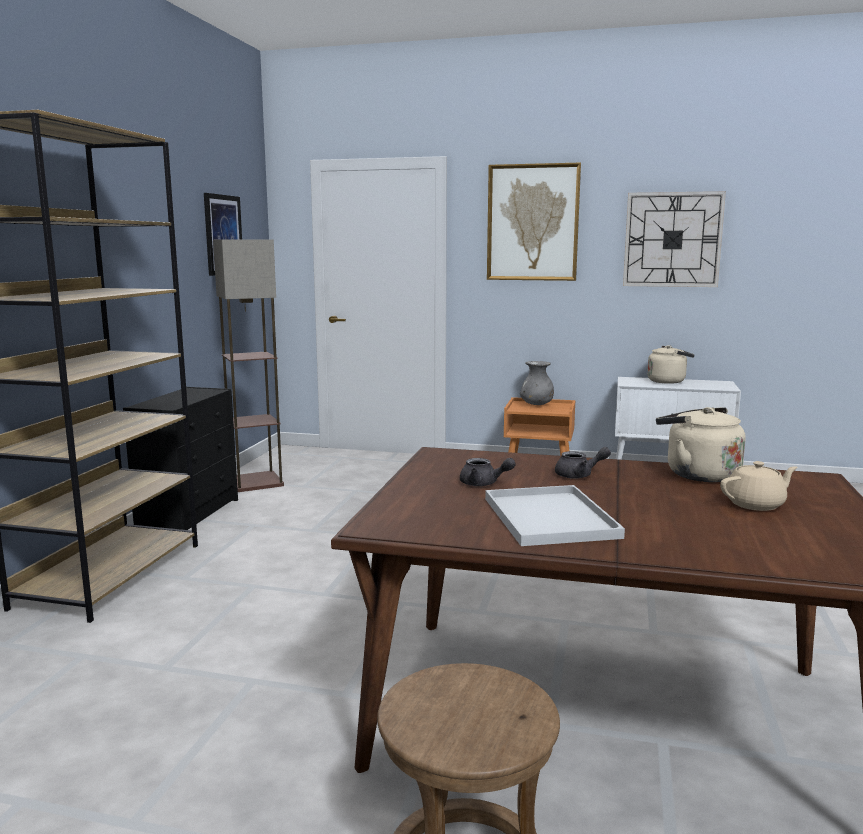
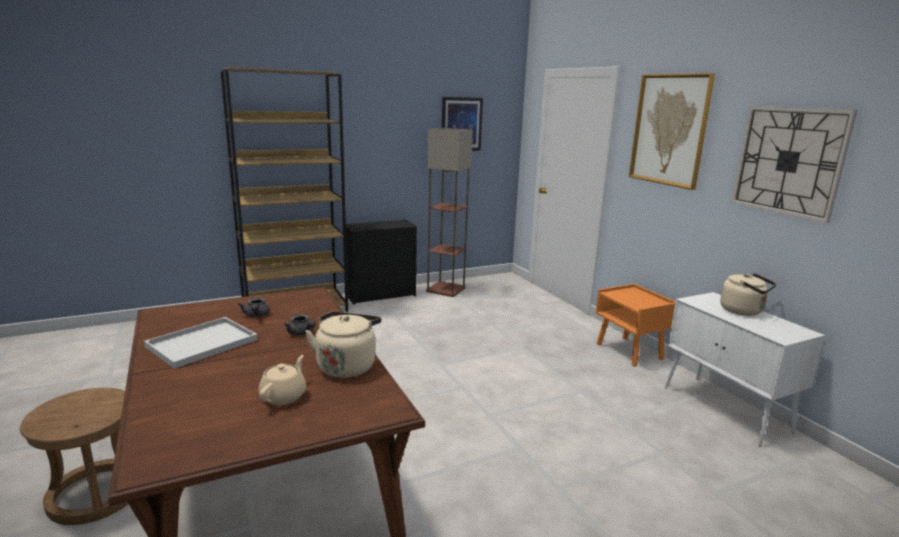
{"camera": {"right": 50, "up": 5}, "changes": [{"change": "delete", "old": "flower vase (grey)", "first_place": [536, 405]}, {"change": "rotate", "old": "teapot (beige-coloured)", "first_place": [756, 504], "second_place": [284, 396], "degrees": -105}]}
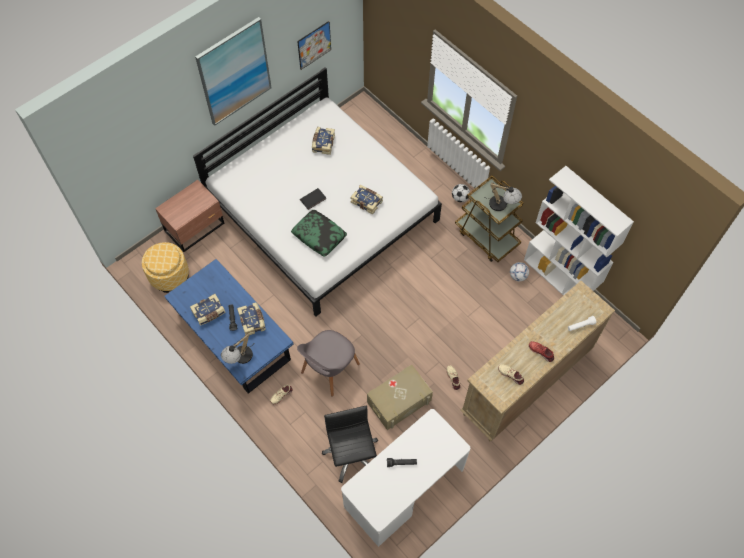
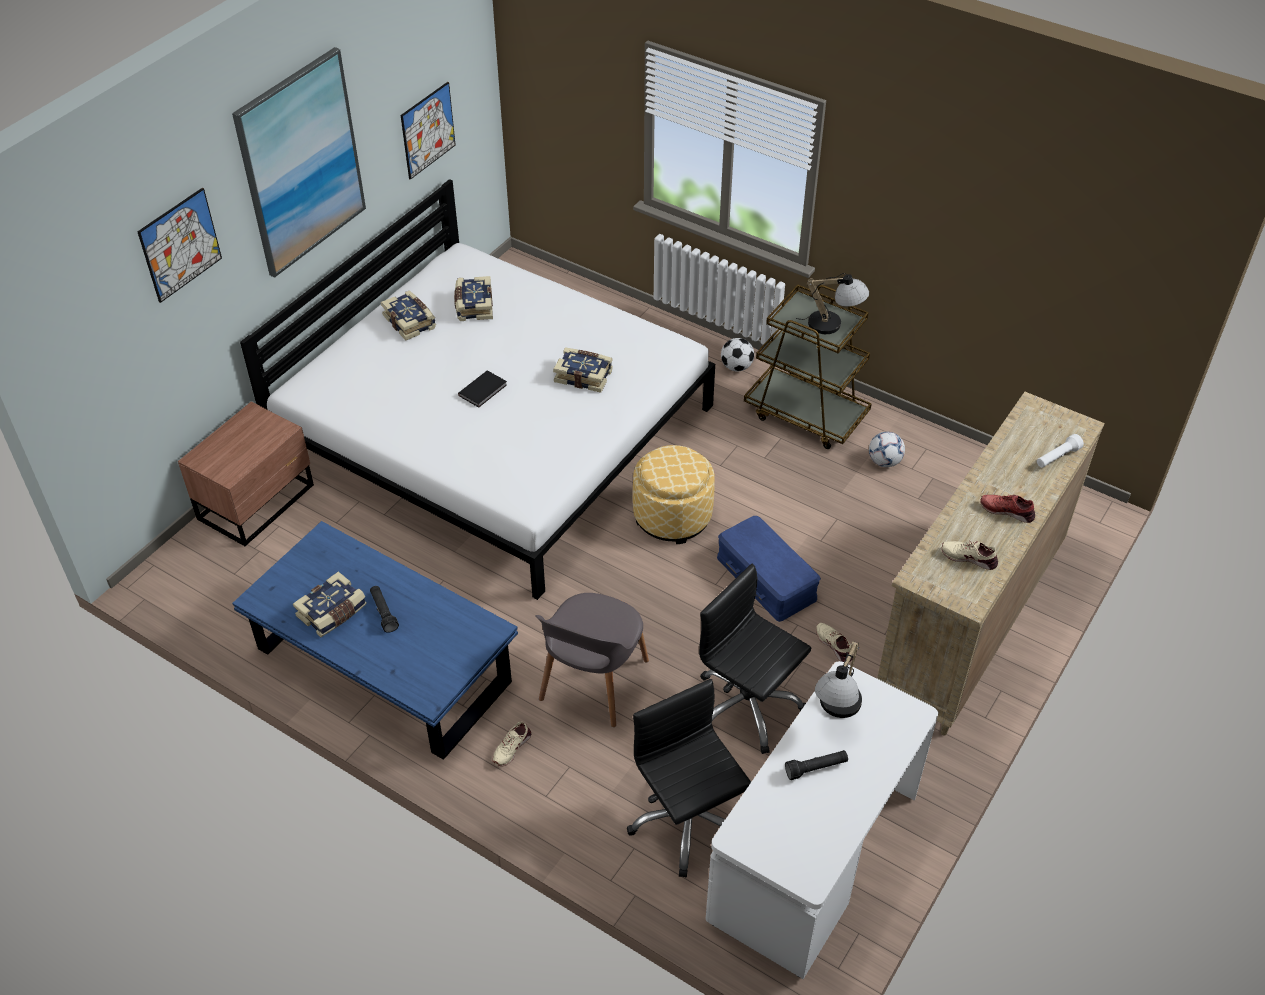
{"camera": {"right": -15, "up": -15}, "changes": [{"change": "move", "old": "pouffe", "first_place": [169, 275], "second_place": [672, 516]}, {"change": "move", "old": "table lamp", "first_place": [239, 359], "second_place": [837, 710]}, {"change": "move", "old": "bound book", "first_place": [252, 321], "second_place": [410, 322]}, {"change": "delete", "old": "throw pillow", "first_place": [319, 235]}, {"change": "replace", "old": "storage container (beige-coloured)", "new": "computer chair (black-coloured)", "first_place": [399, 401], "second_place": [747, 706]}, {"change": "delete", "old": "shelving unit (whitish)", "first_place": [559, 278]}, {"change": "insert", "new": "wall art", "second_place": [180, 245]}, {"change": "insert", "new": "storage container (bluish)", "second_place": [765, 578]}]}
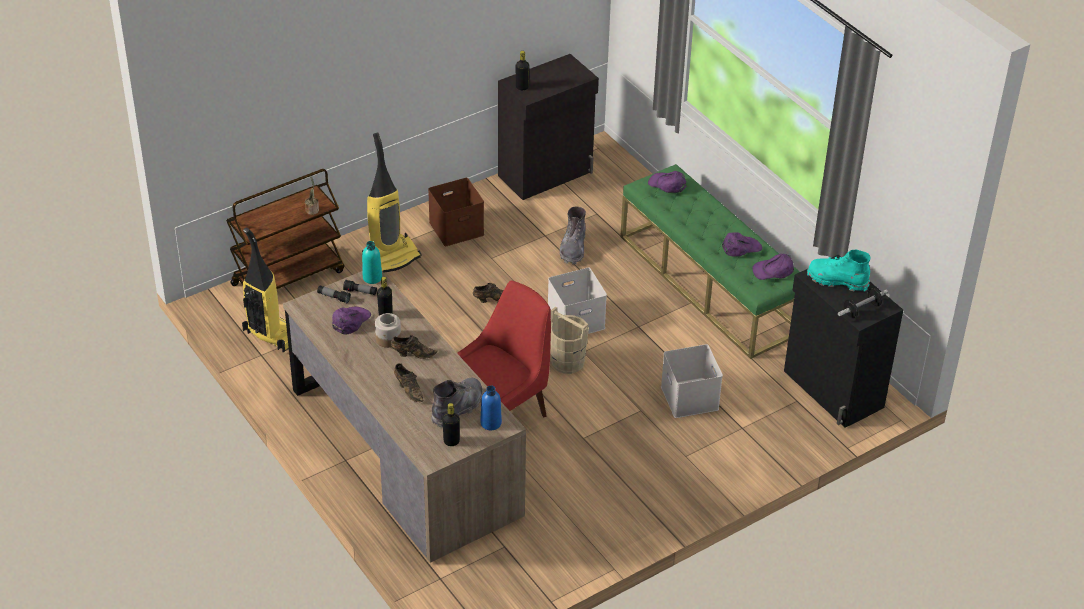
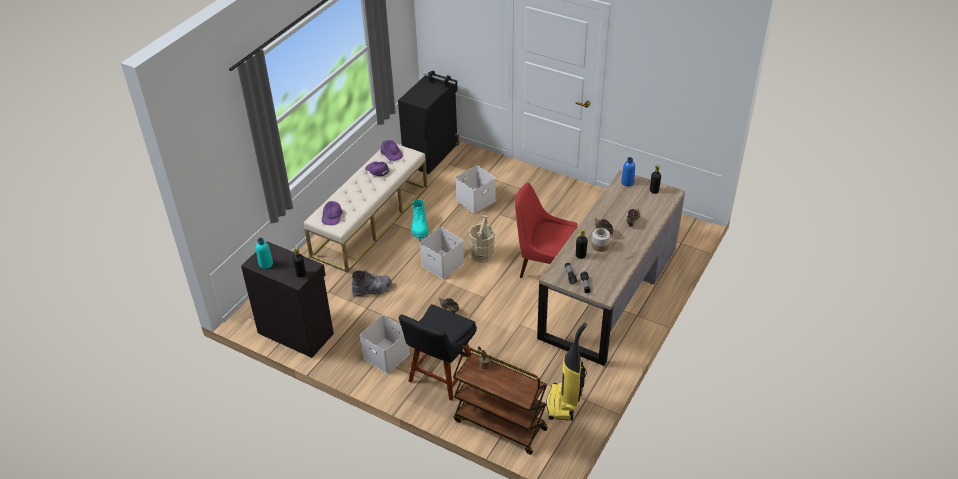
{"camera": {"right": -115, "up": 0}, "changes": [{"change": "delete", "old": "baseball cap (purple-coloured)", "first_place": [350, 321]}, {"change": "replace", "old": "vacuum cleaner", "new": "chair (black-coloured)", "first_place": [391, 257], "second_place": [440, 377]}, {"change": "move", "old": "beverage bottle (turquoise)", "first_place": [372, 278], "second_place": [266, 264]}, {"change": "recolor", "old": "storage container (brown)", "new": "storage container (whitish)", "first_place": [457, 227], "second_place": [385, 356]}, {"change": "delete", "old": "high-top boot (grey)", "first_place": [458, 408]}, {"change": "recolor", "old": "bench (green-coloured)", "new": "bench (beige-coloured)", "first_place": [710, 284], "second_place": [370, 221]}, {"change": "move", "old": "high-top boot (turquoise)", "first_place": [837, 280], "second_place": [420, 228]}]}
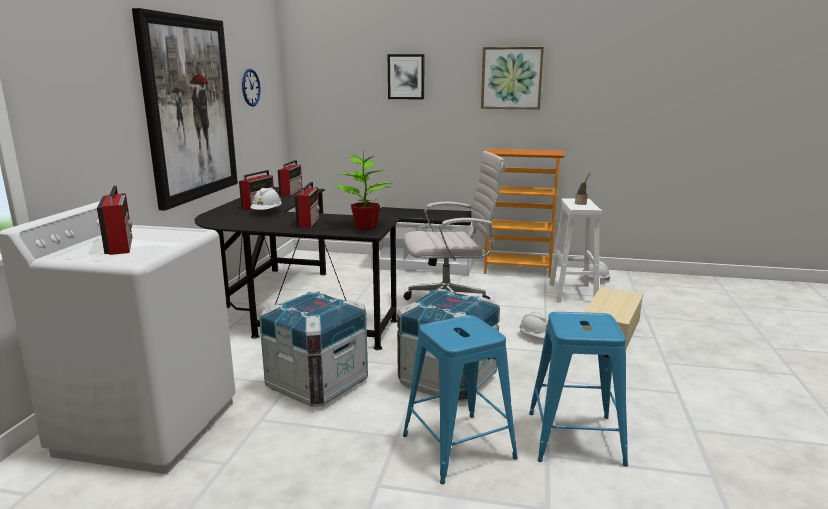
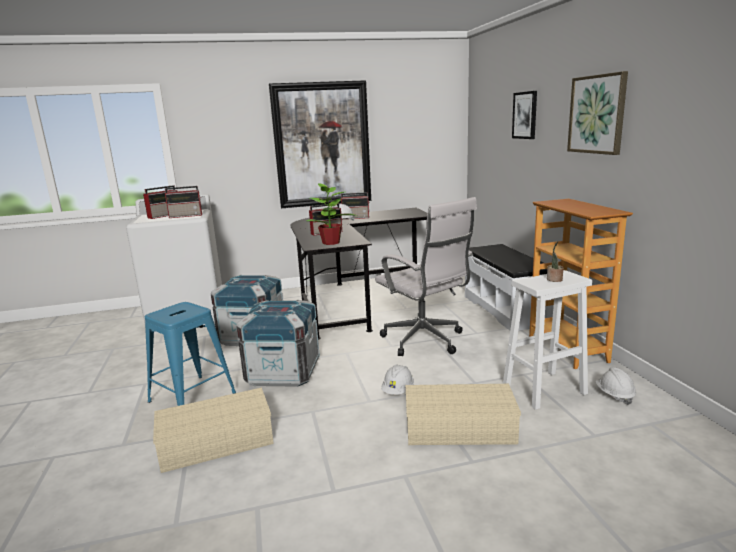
{"camera": {"right": 65, "up": 0}, "changes": [{"change": "delete", "old": "wall clock", "first_place": [250, 87]}, {"change": "move", "old": "radio set", "first_place": [291, 192], "second_place": [186, 216]}, {"change": "replace", "old": "stool (bluish)", "new": "storage container (beige-coloured)", "first_place": [575, 438], "second_place": [218, 441]}]}
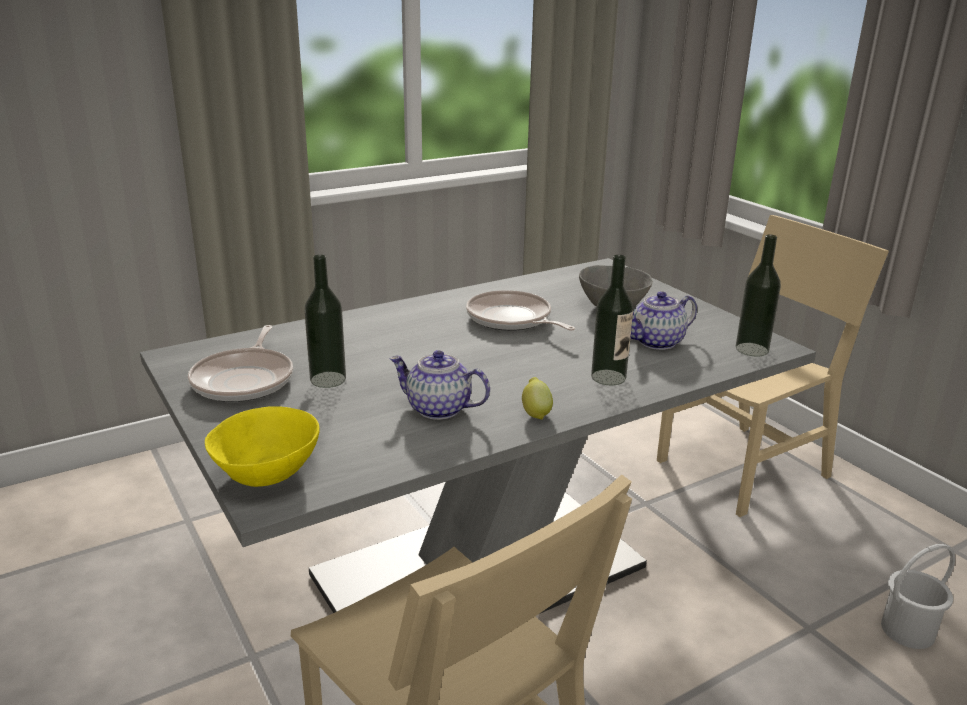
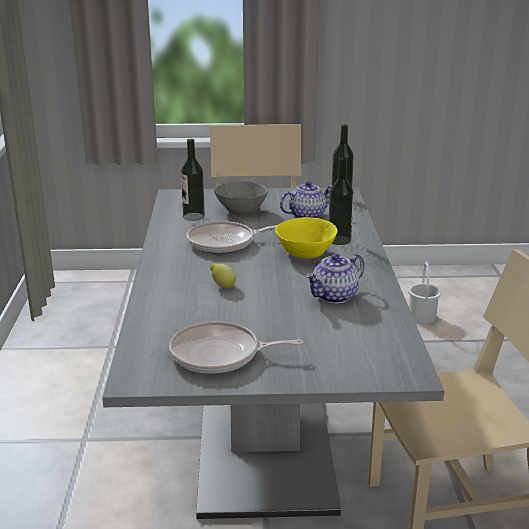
{"camera": {"right": -60, "up": 0}, "changes": [{"change": "rotate", "old": "pan", "first_place": [245, 380], "second_place": [220, 355], "degrees": 150}, {"change": "move", "old": "serving bowl (yellow)", "first_place": [267, 472], "second_place": [304, 253]}, {"change": "move", "old": "beverage bottle", "first_place": [328, 379], "second_place": [193, 216]}, {"change": "move", "old": "whole lemon", "first_place": [536, 413], "second_place": [222, 286]}, {"change": "rotate", "old": "teapot", "first_place": [657, 342], "second_place": [307, 215], "degrees": -120}]}
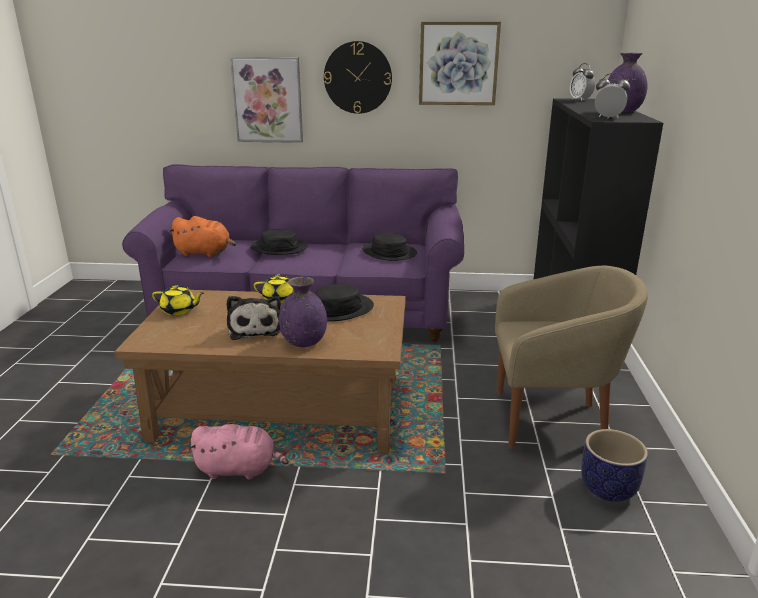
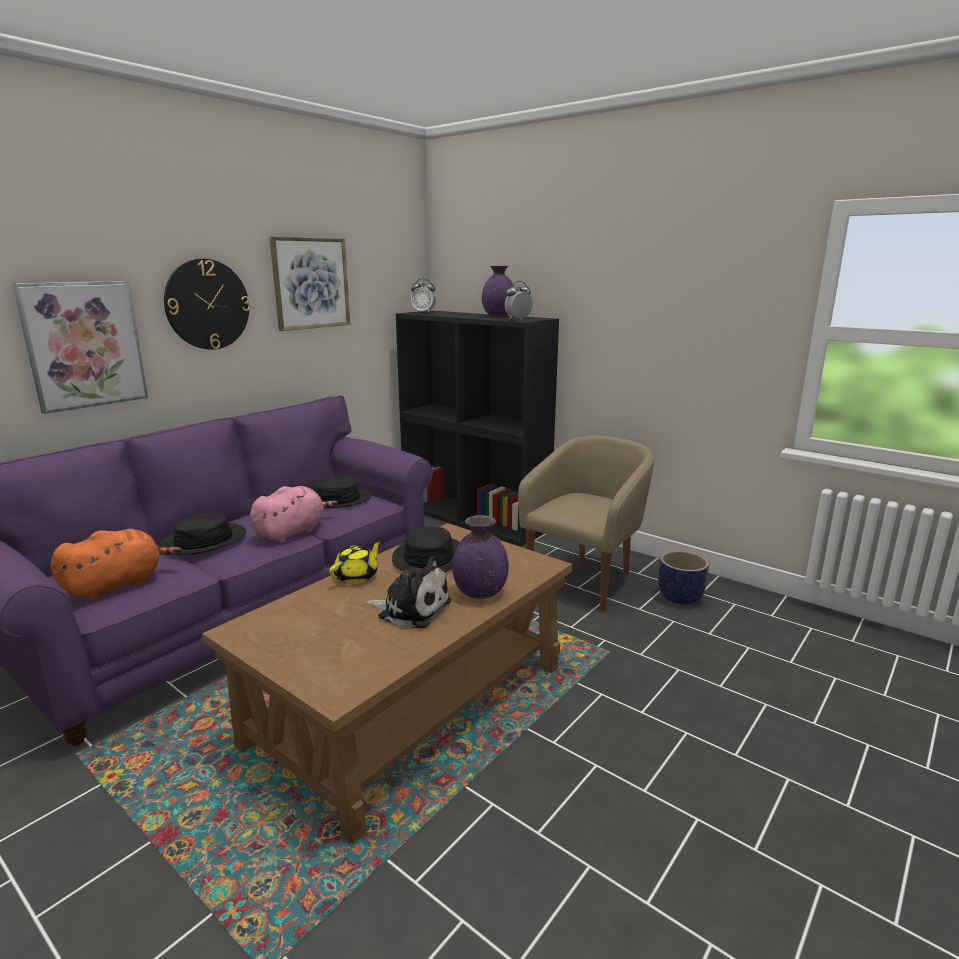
{"camera": {"right": -55, "up": -5}, "changes": [{"change": "delete", "old": "teapot (yellow)", "first_place": [179, 310]}, {"change": "move", "old": "cuddly toy (pinkish)", "first_place": [239, 469], "second_place": [292, 532]}]}
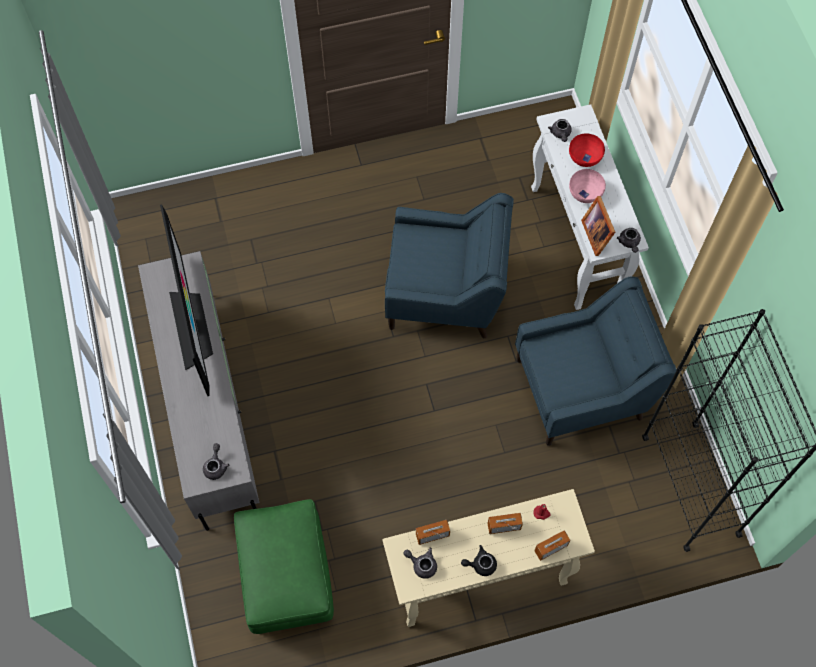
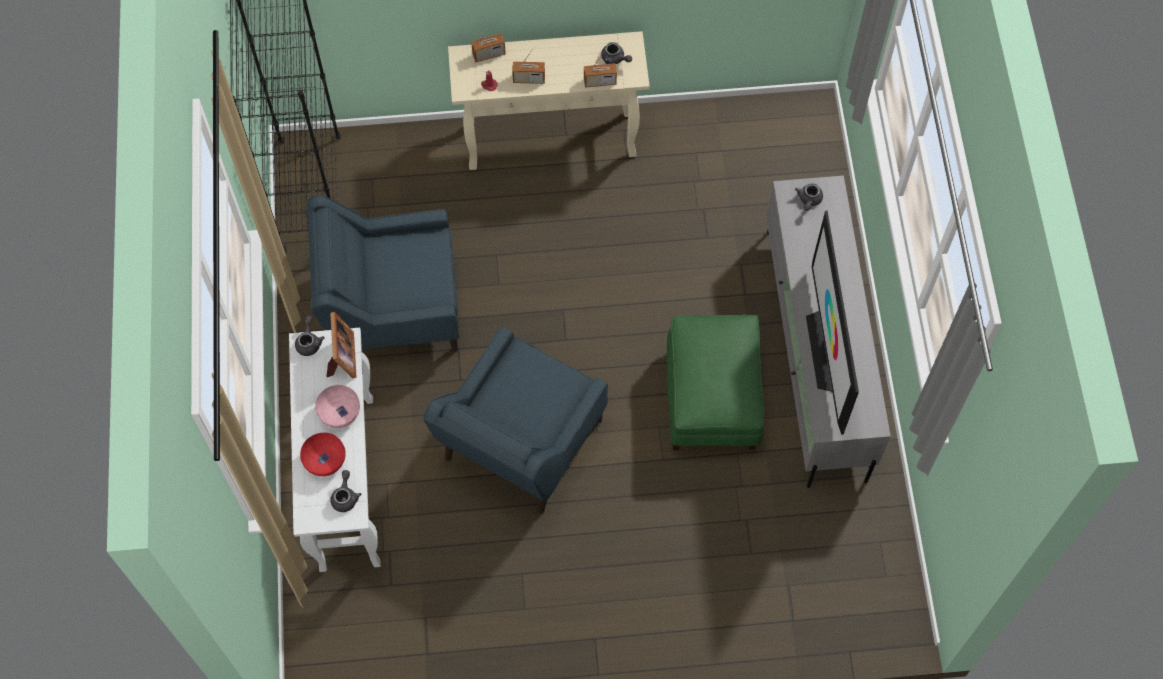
{"camera": {"right": -170, "up": 0}, "changes": [{"change": "move", "old": "pouffe (green-coloured)", "first_place": [286, 576], "second_place": [713, 399]}, {"change": "rotate", "old": "armchair (bluish)", "first_place": [446, 293], "second_place": [520, 443], "degrees": -75}, {"change": "delete", "old": "teapot (black-coloured)", "first_place": [480, 564]}]}
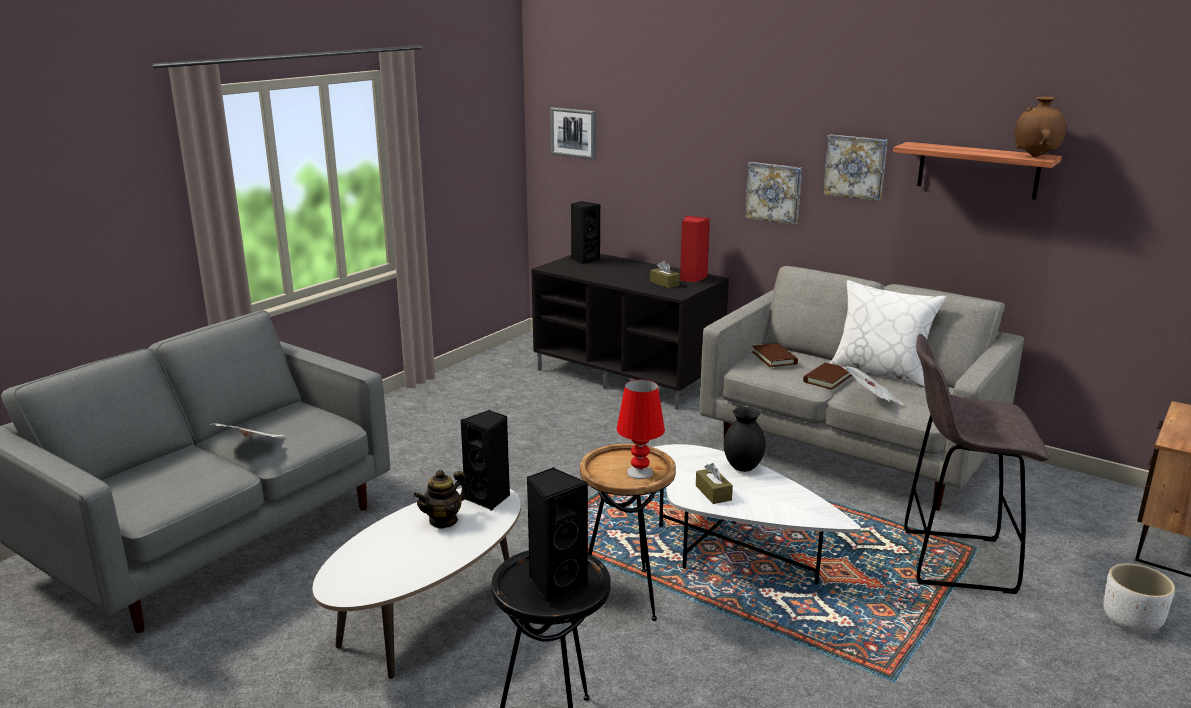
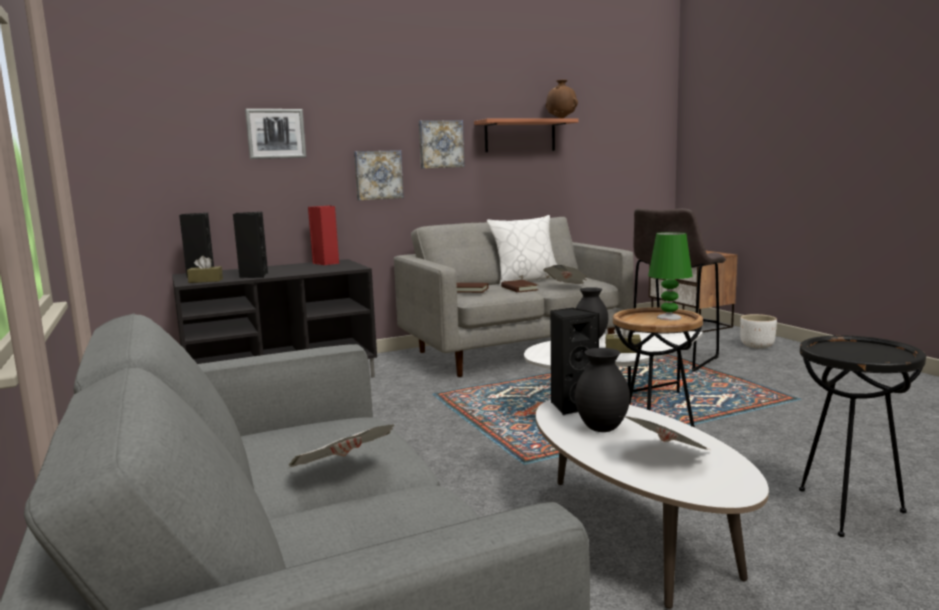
{"camera": {"right": -60, "up": -10}, "changes": [{"change": "replace", "old": "teapot", "new": "flower vase (black-coloured)", "first_place": [443, 520], "second_place": [602, 428]}, {"change": "move", "old": "loudspeaker (black-coloured)", "first_place": [556, 584], "second_place": [254, 276]}, {"change": "move", "old": "wall art", "first_place": [574, 133], "second_place": [276, 134]}, {"change": "recolor", "old": "table lamp (reddish)", "new": "table lamp (green-coloured)", "first_place": [639, 472], "second_place": [669, 317]}, {"change": "move", "old": "tissue holder (brown)", "first_place": [664, 283], "second_place": [205, 281]}, {"change": "insert", "new": "daily paper", "second_place": [668, 457]}]}
